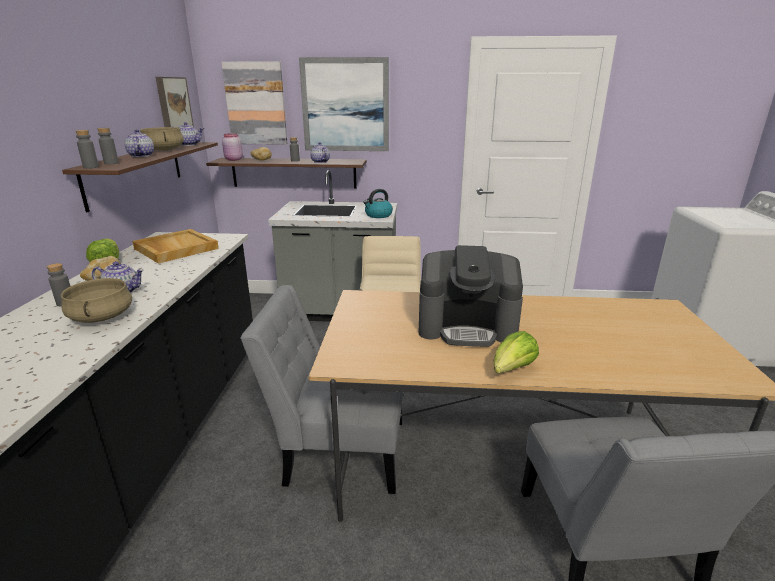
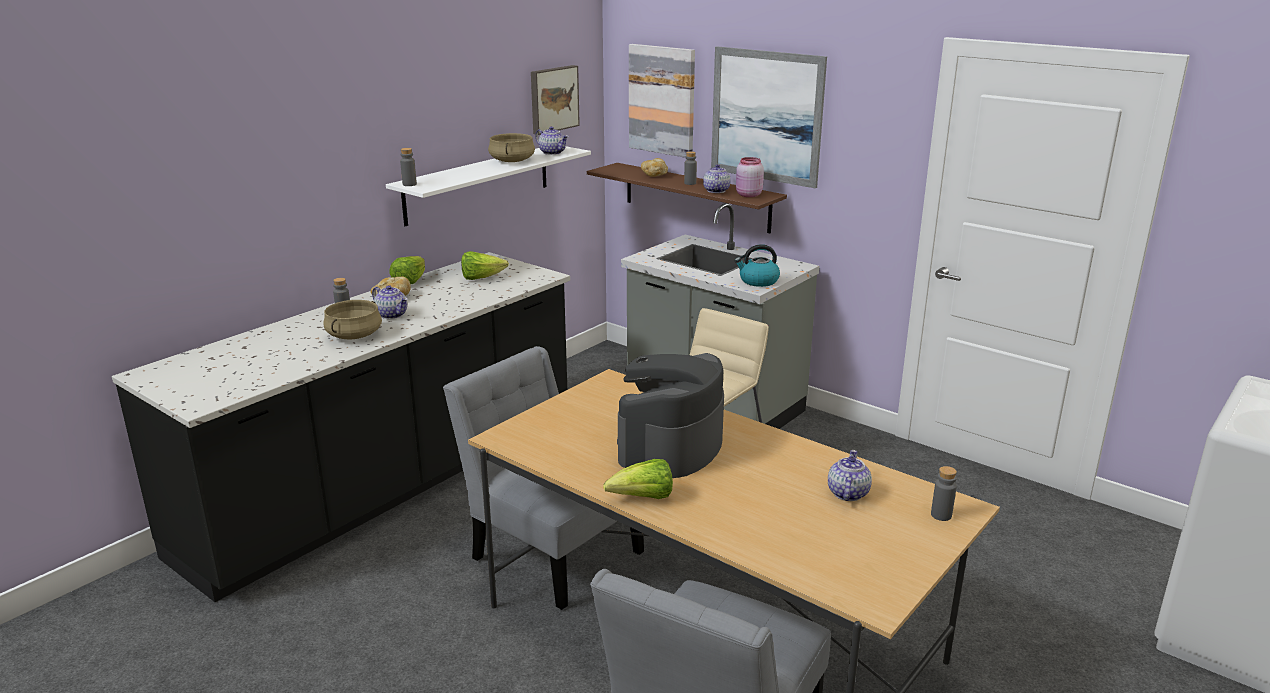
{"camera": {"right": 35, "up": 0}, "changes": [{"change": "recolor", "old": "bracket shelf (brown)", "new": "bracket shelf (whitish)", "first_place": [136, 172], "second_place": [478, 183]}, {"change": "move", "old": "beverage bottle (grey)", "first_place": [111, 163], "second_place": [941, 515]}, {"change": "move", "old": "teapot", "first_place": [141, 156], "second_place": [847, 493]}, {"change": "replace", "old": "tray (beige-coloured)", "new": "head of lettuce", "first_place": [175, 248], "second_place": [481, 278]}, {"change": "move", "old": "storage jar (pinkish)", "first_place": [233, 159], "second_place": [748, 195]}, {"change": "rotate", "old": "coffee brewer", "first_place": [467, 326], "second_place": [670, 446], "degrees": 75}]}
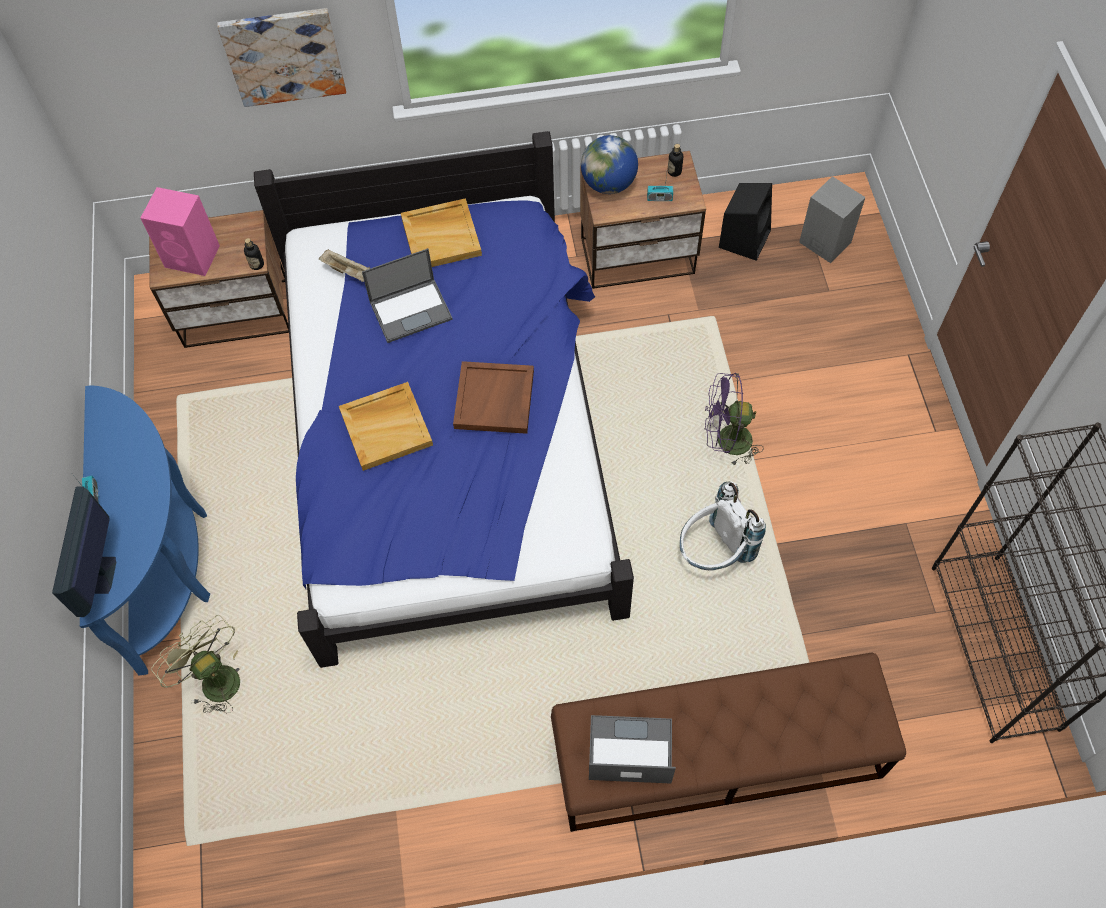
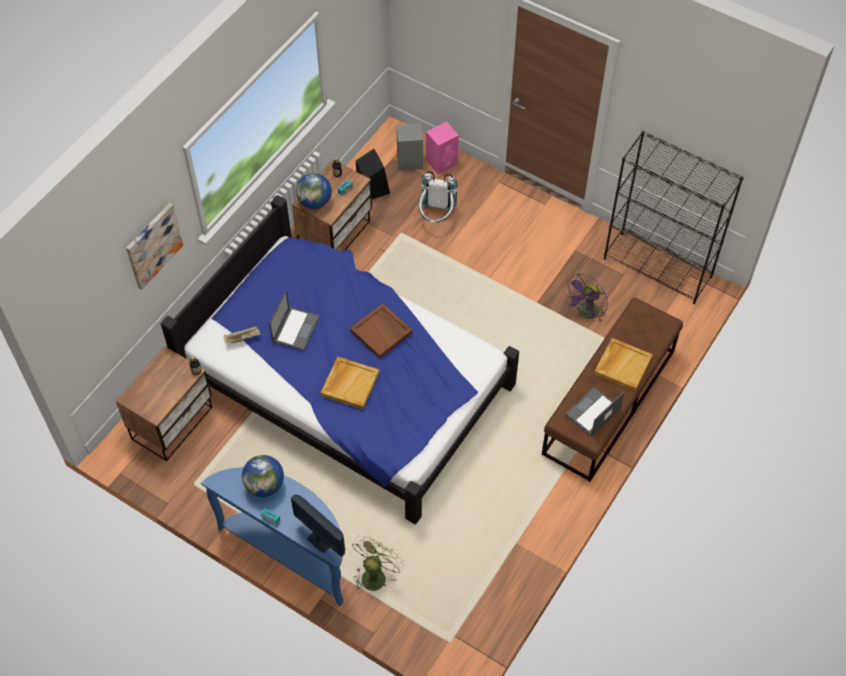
{"camera": {"right": -50, "up": -5}, "changes": [{"change": "move", "old": "loudspeaker (pinkish)", "first_place": [193, 256], "second_place": [442, 162]}, {"change": "rotate", "old": "fan (green-coloured)", "first_place": [214, 678], "second_place": [375, 574], "degrees": 120}, {"change": "move", "old": "tray (beige-coloured)", "first_place": [442, 236], "second_place": [622, 365]}, {"change": "move", "old": "knapsack (whitish)", "first_place": [714, 553], "second_place": [436, 218]}, {"change": "move", "old": "fan (purple-coloured)", "first_place": [726, 441], "second_place": [585, 314]}, {"change": "insert", "new": "desk globe", "second_place": [264, 485]}]}
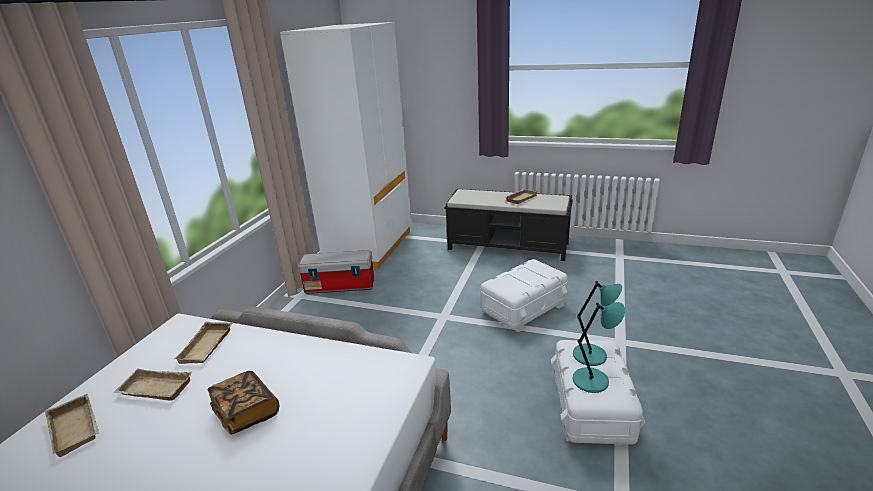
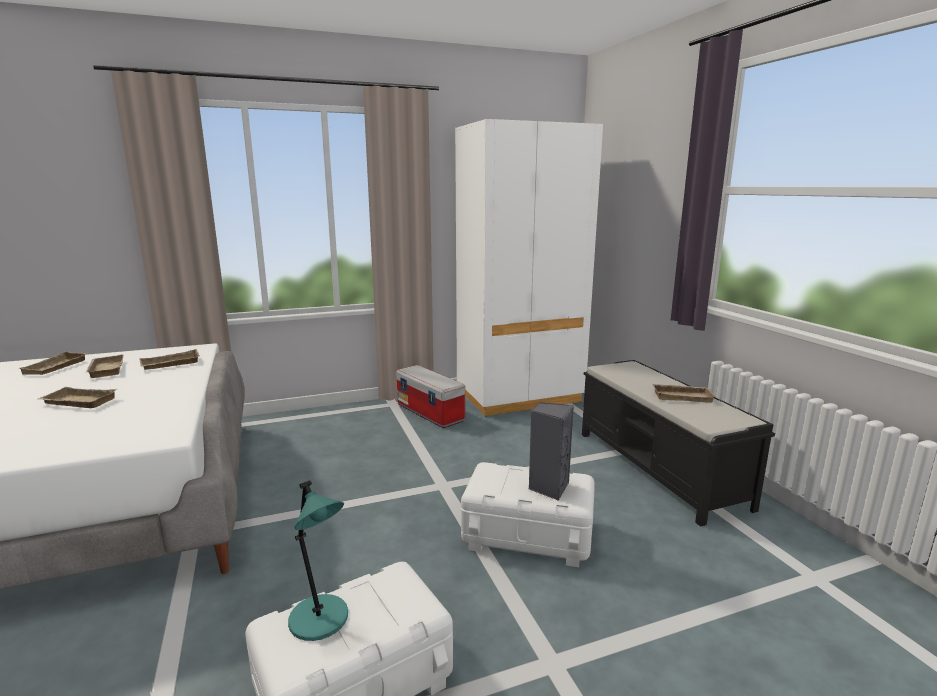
{"camera": {"right": 50, "up": -10}, "changes": [{"change": "replace", "old": "bound book", "new": "tray (beige-coloured)", "first_place": [246, 412], "second_place": [77, 402]}, {"change": "delete", "old": "table lamp (turquoise)", "first_place": [591, 355]}, {"change": "insert", "new": "loudspeaker (grey)", "second_place": [548, 487]}]}
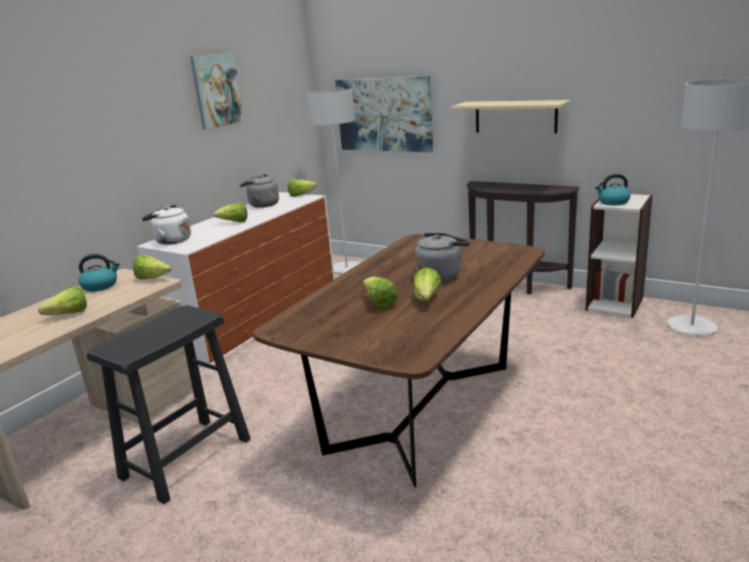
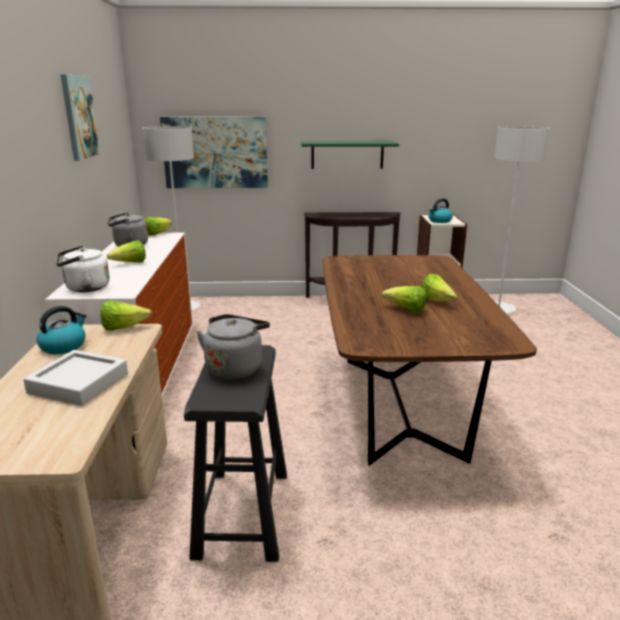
{"camera": {"right": -35, "up": 0}, "changes": [{"change": "replace", "old": "head of lettuce", "new": "tray (grey)", "first_place": [65, 315], "second_place": [79, 383]}, {"change": "move", "old": "water kettle (grey)", "first_place": [440, 276], "second_place": [235, 368]}, {"change": "recolor", "old": "bracket shelf (beige-coloured)", "new": "bracket shelf (green-coloured)", "first_place": [515, 116], "second_place": [347, 154]}]}
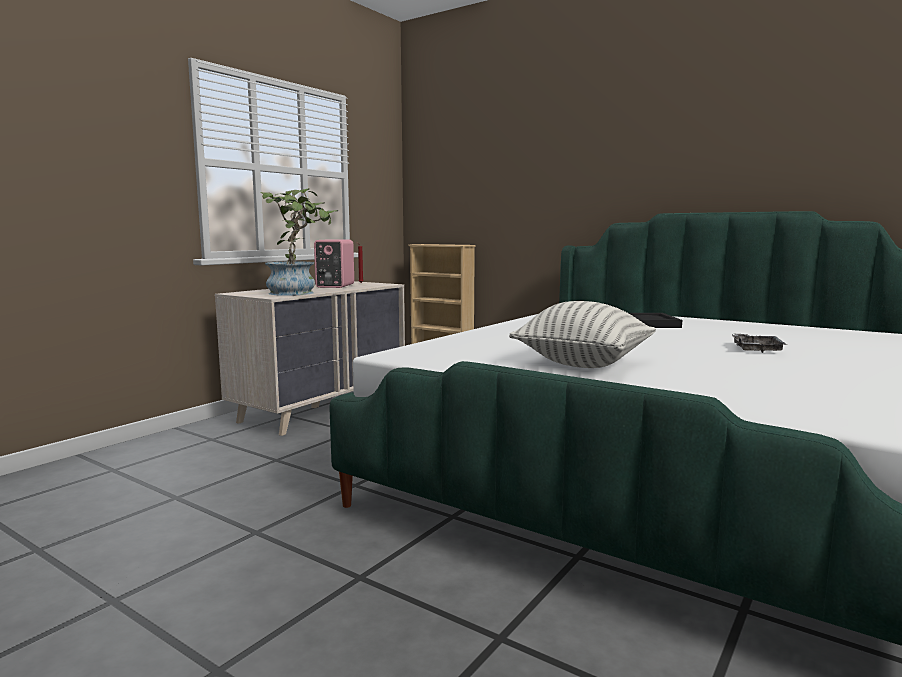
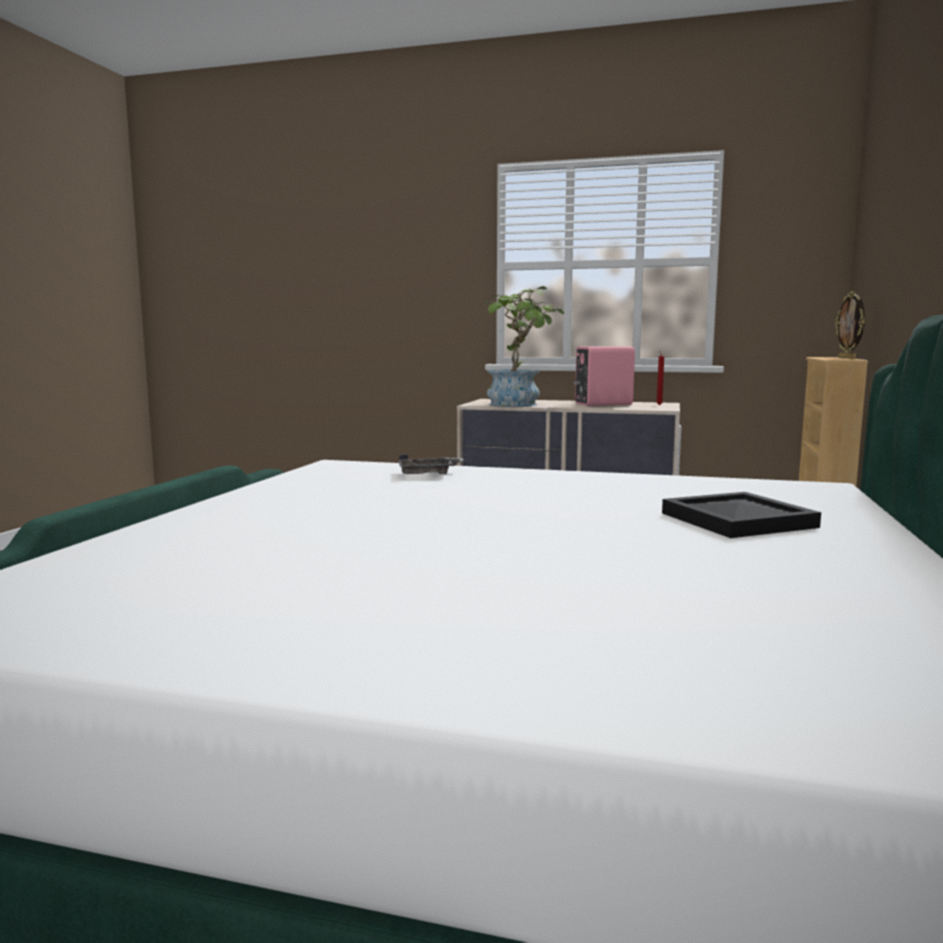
{"camera": {"right": 70, "up": 0}, "changes": [{"change": "delete", "old": "throw pillow", "first_place": [583, 364]}, {"change": "move", "old": "tray (grey)", "first_place": [756, 349], "second_place": [428, 474]}, {"change": "insert", "new": "standing frame", "second_place": [847, 358]}]}
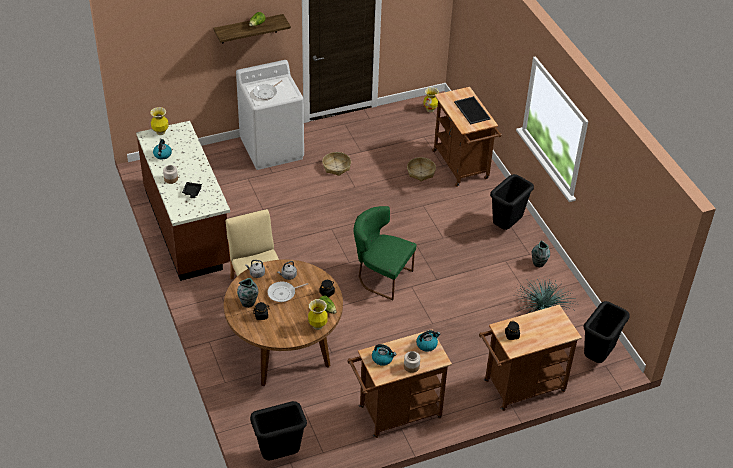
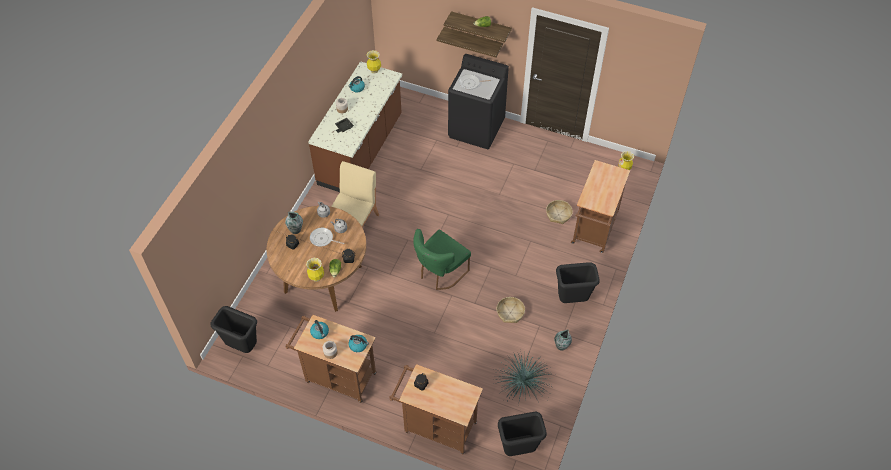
{"camera": {"right": 45, "up": 10}, "changes": [{"change": "recolor", "old": "laundry appliance (whitish)", "new": "laundry appliance (black-coloured)", "first_place": [272, 149], "second_place": [476, 128]}, {"change": "move", "old": "storage basket", "first_place": [336, 167], "second_place": [510, 312]}, {"change": "rotate", "old": "chair (green-coloured)", "first_place": [381, 277], "second_place": [440, 273], "degrees": -120}, {"change": "delete", "old": "tray", "first_place": [471, 110]}, {"change": "insert", "new": "bracket shelf", "second_place": [473, 41]}]}
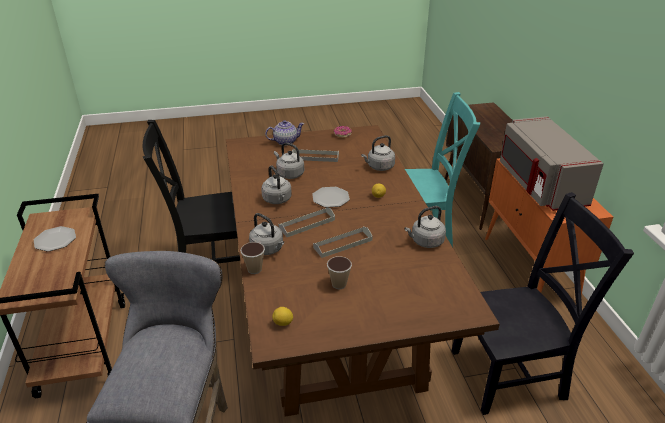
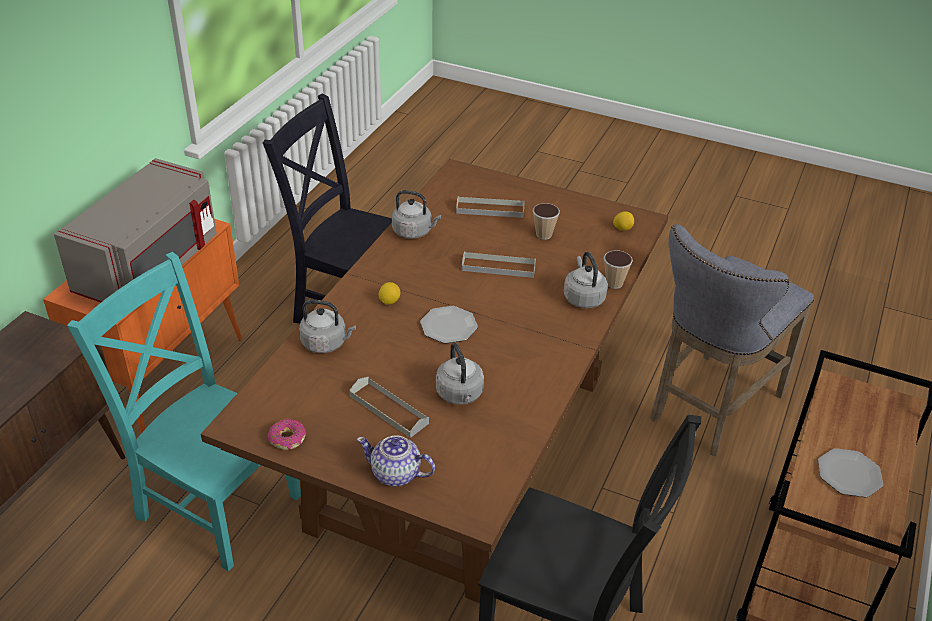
{"camera": {"right": -145, "up": 5}, "changes": [{"change": "delete", "old": "water kettle (grey)", "first_place": [277, 200]}, {"change": "move", "old": "tray (grey)", "first_place": [307, 224], "second_place": [490, 209]}]}
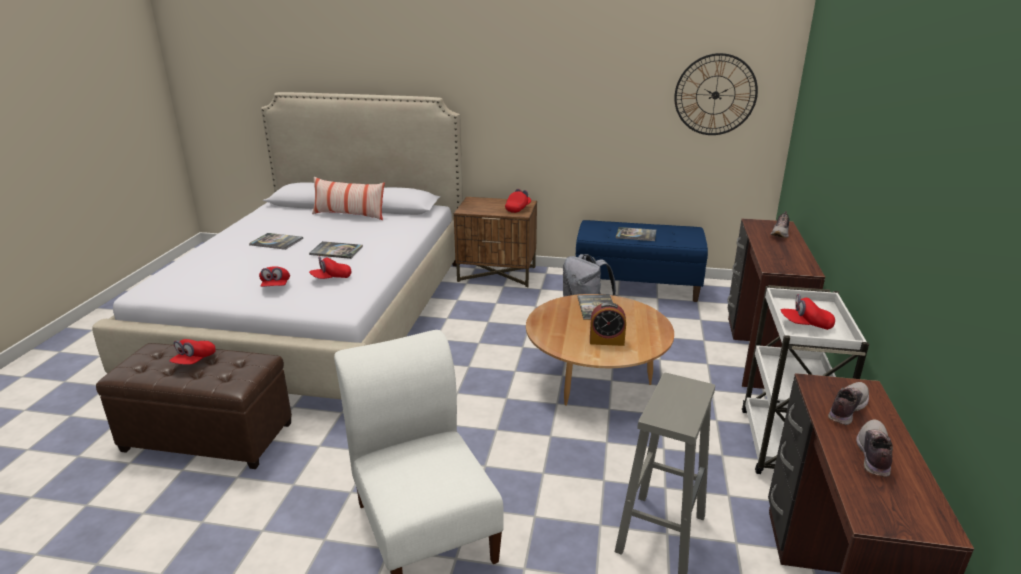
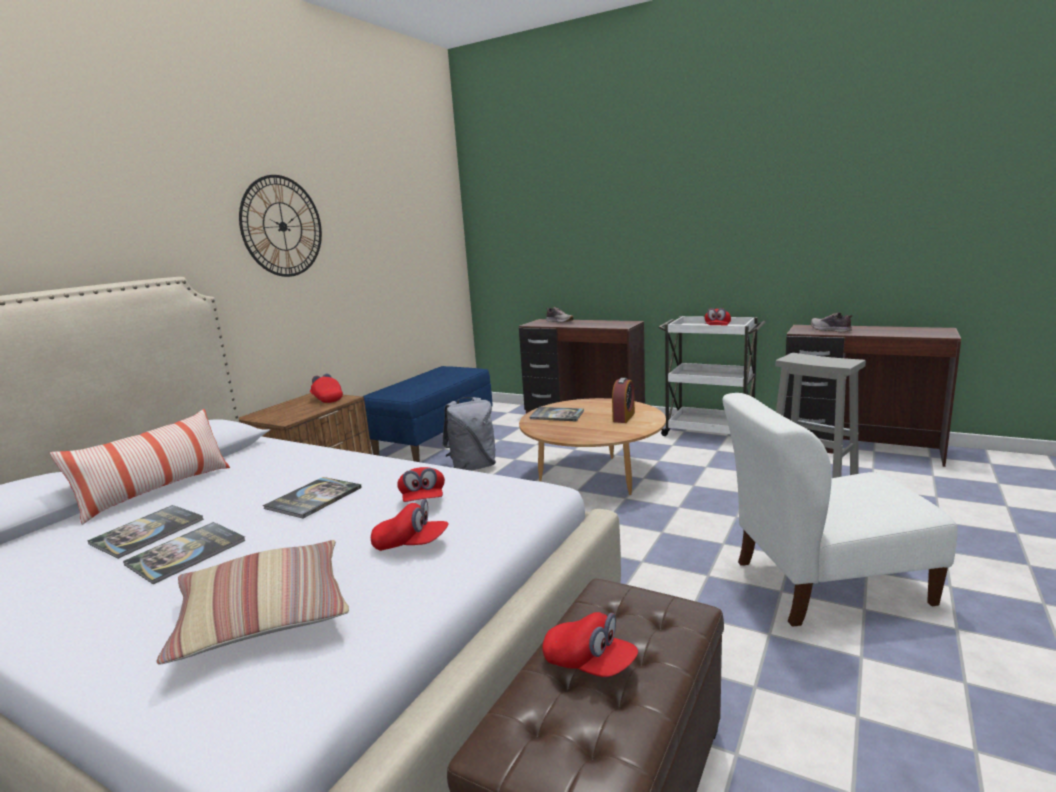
{"camera": {"right": -70, "up": -10}, "changes": [{"change": "move", "old": "bound book", "first_place": [636, 235], "second_place": [148, 532]}, {"change": "move", "old": "wall clock", "first_place": [715, 95], "second_place": [282, 226]}, {"change": "delete", "old": "low shoe", "first_place": [873, 454]}, {"change": "insert", "new": "throw pillow", "second_place": [263, 614]}]}
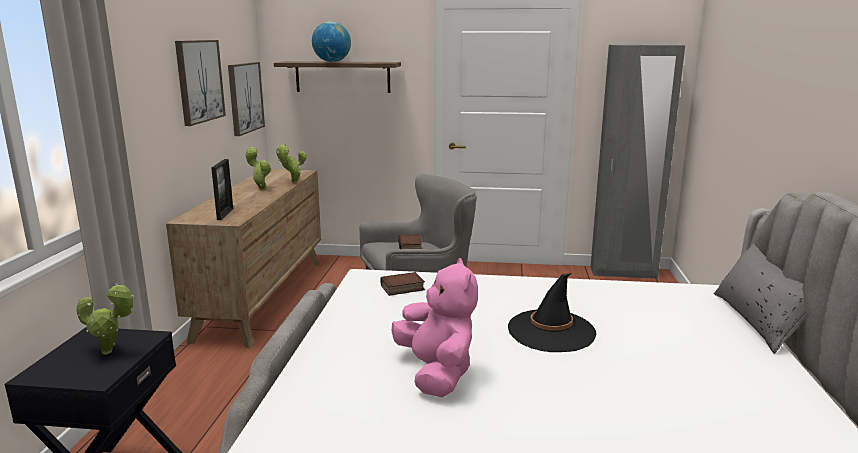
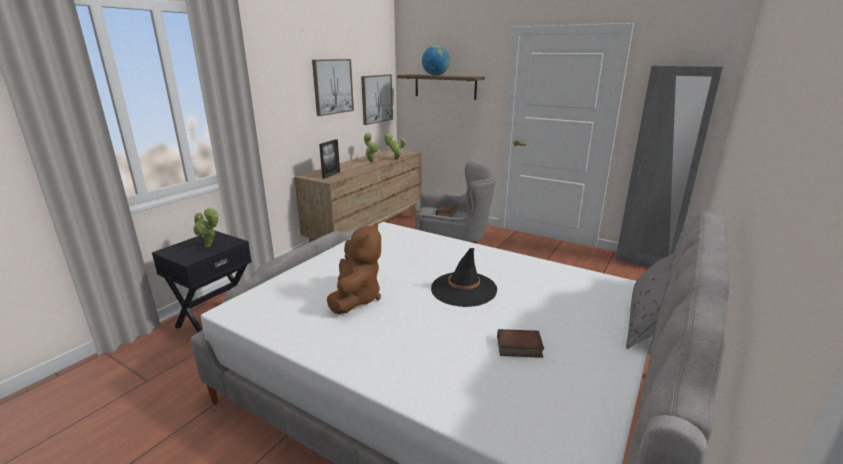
{"camera": {"right": 25, "up": 5}, "changes": [{"change": "move", "old": "bound book", "first_place": [402, 288], "second_place": [518, 348]}, {"change": "recolor", "old": "cuddly toy (pinkish)", "new": "cuddly toy (brown)", "first_place": [436, 373], "second_place": [356, 298]}]}
